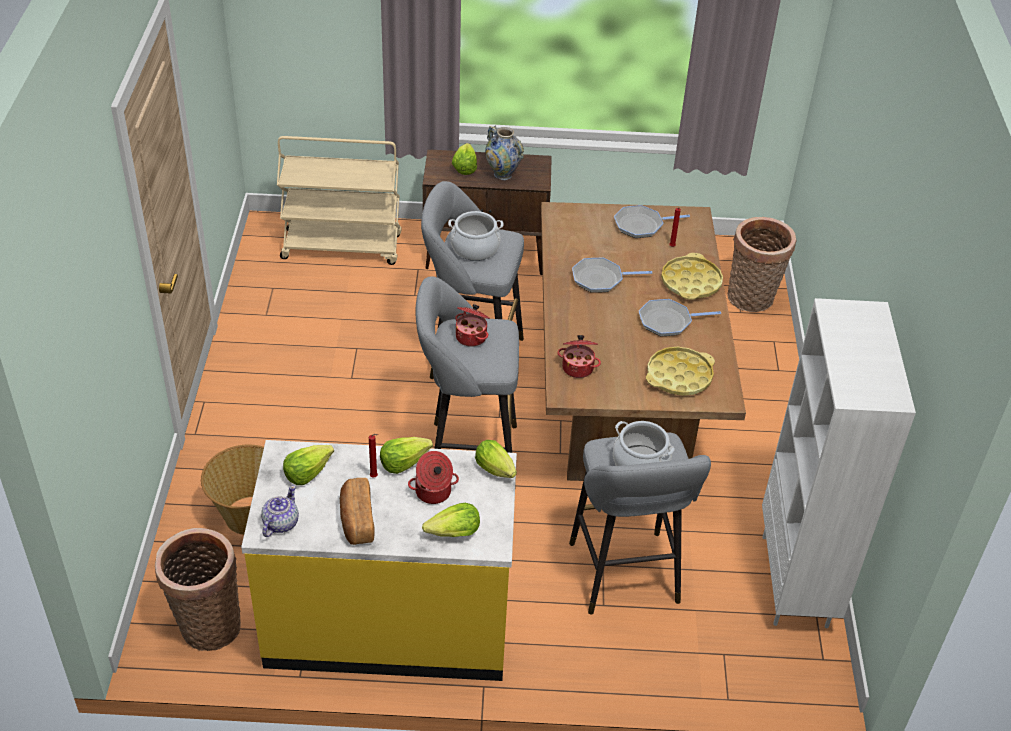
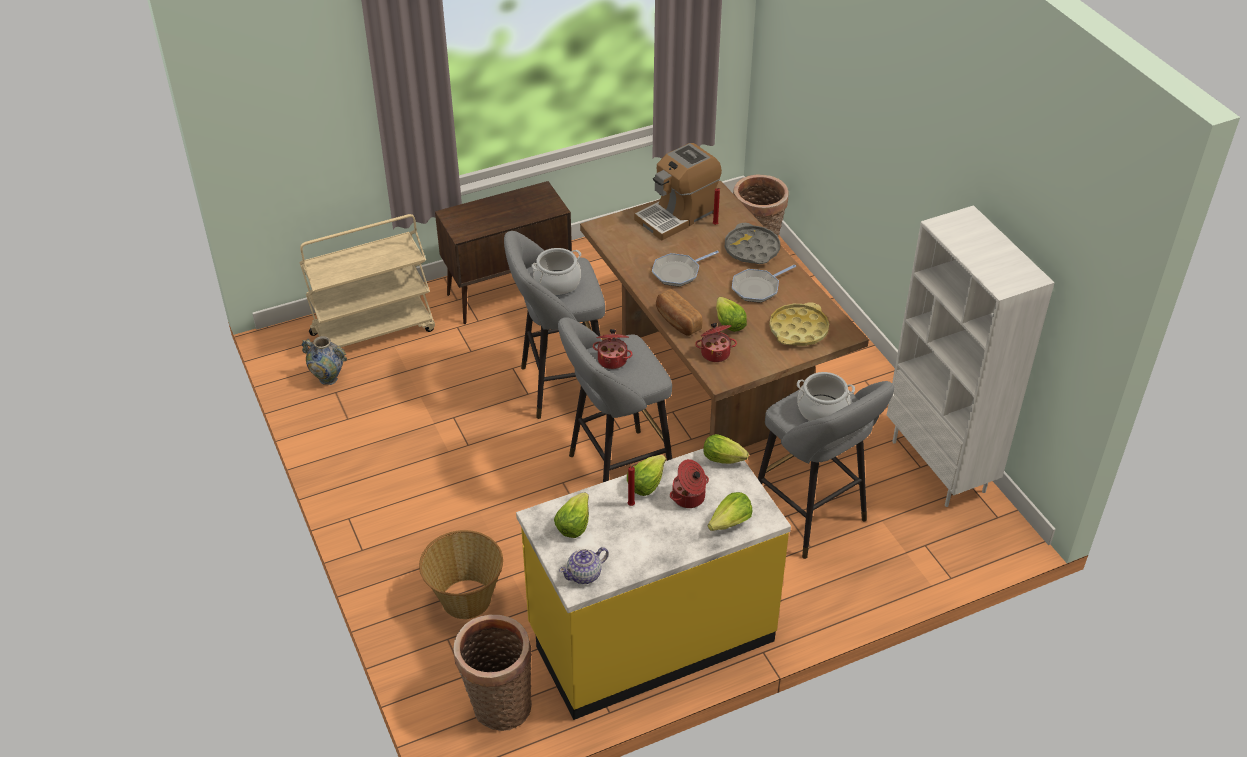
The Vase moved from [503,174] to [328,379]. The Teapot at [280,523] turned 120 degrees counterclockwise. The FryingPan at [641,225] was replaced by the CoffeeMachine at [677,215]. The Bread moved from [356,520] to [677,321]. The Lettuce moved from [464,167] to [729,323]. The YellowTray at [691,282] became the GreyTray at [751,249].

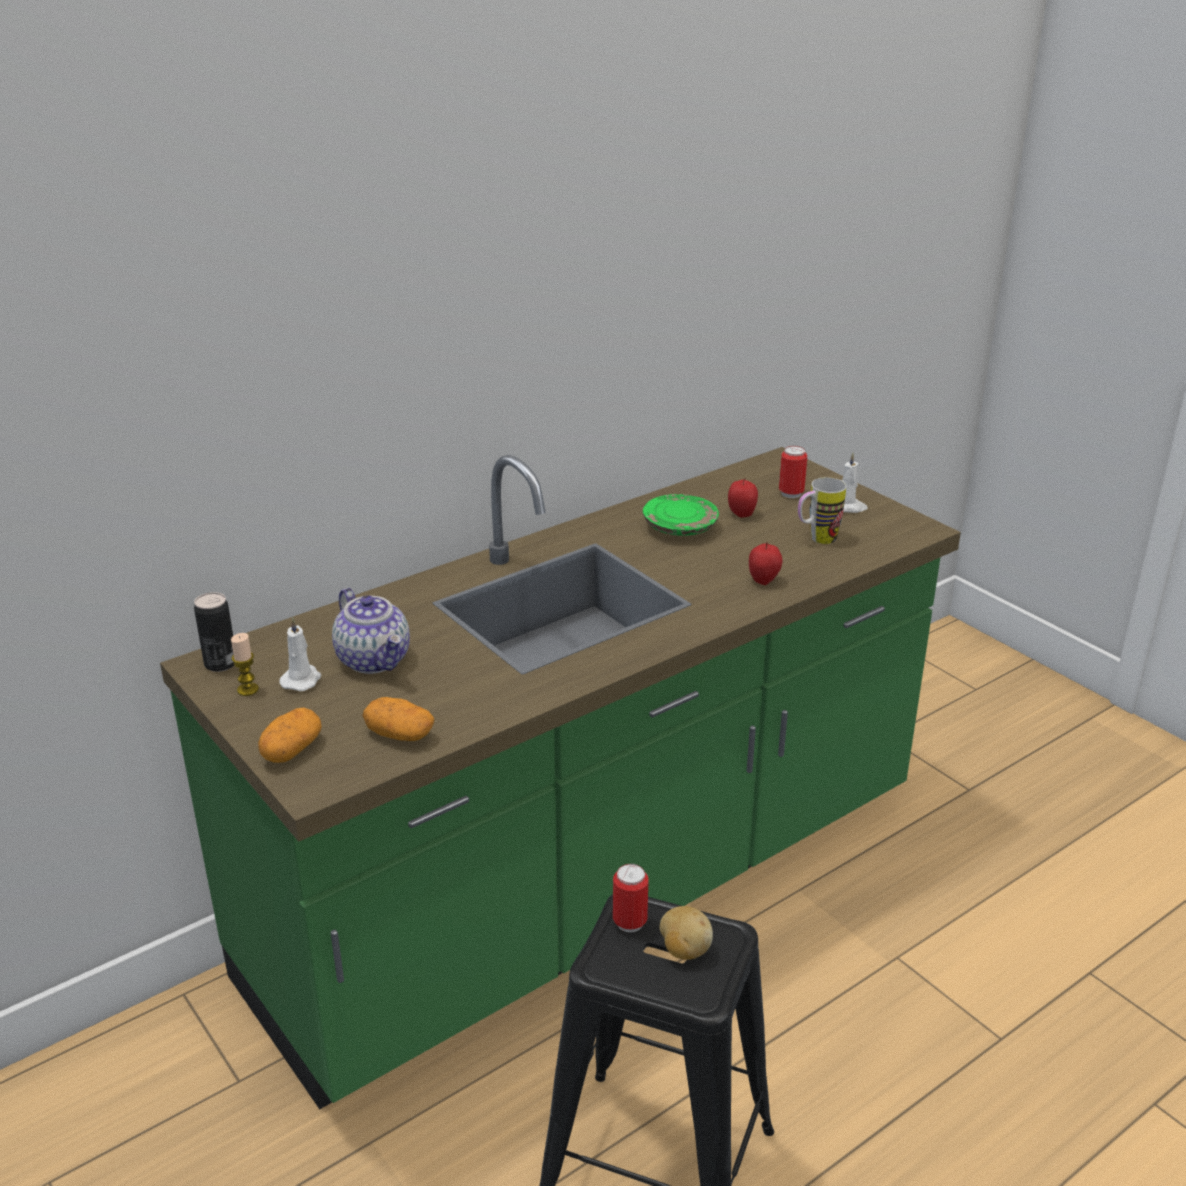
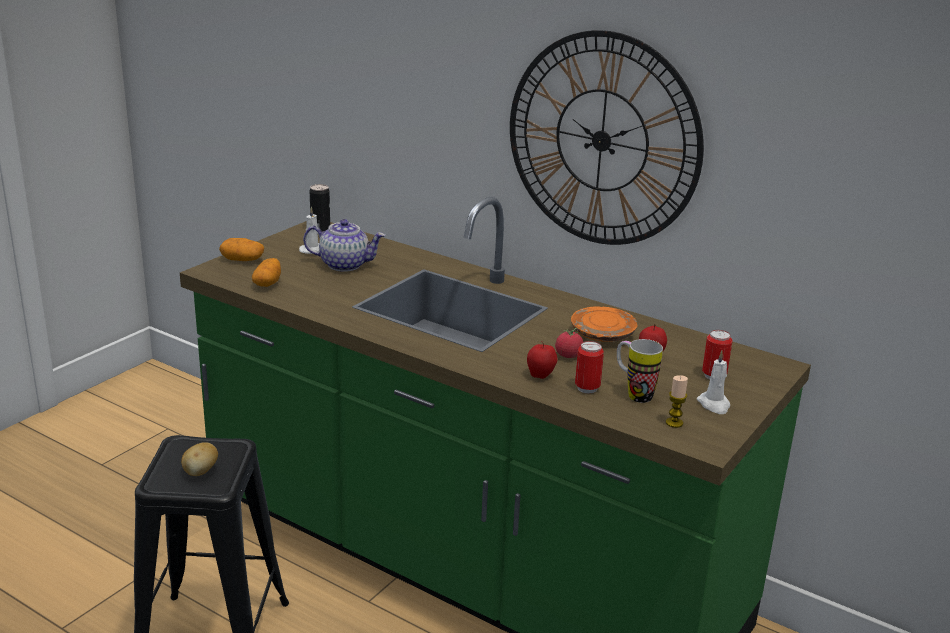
The Teapot at [375,660] turned 120 degrees counterclockwise. The WallClock at [602,140] appeared. The Tomato at [568,355] appeared. The GreenPlate at [680,527] became the OrangePlate at [603,335]. The Can moved from [630,922] to [587,388]. The Candle moved from [248,690] to [674,423].

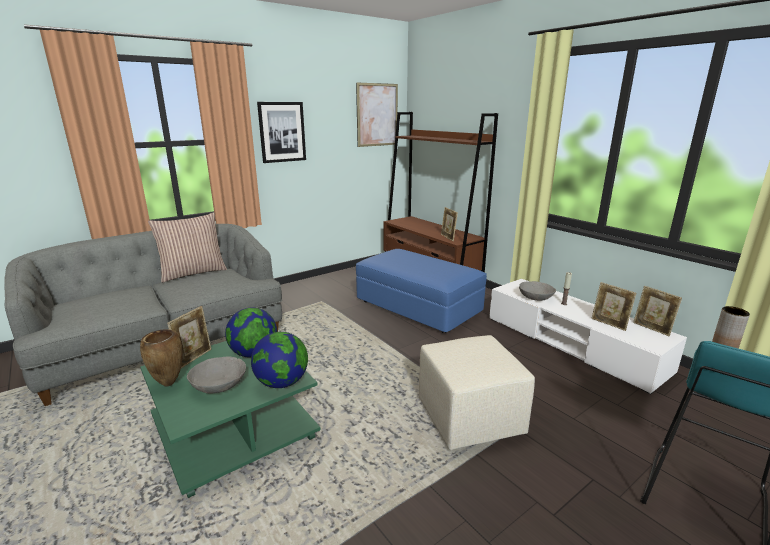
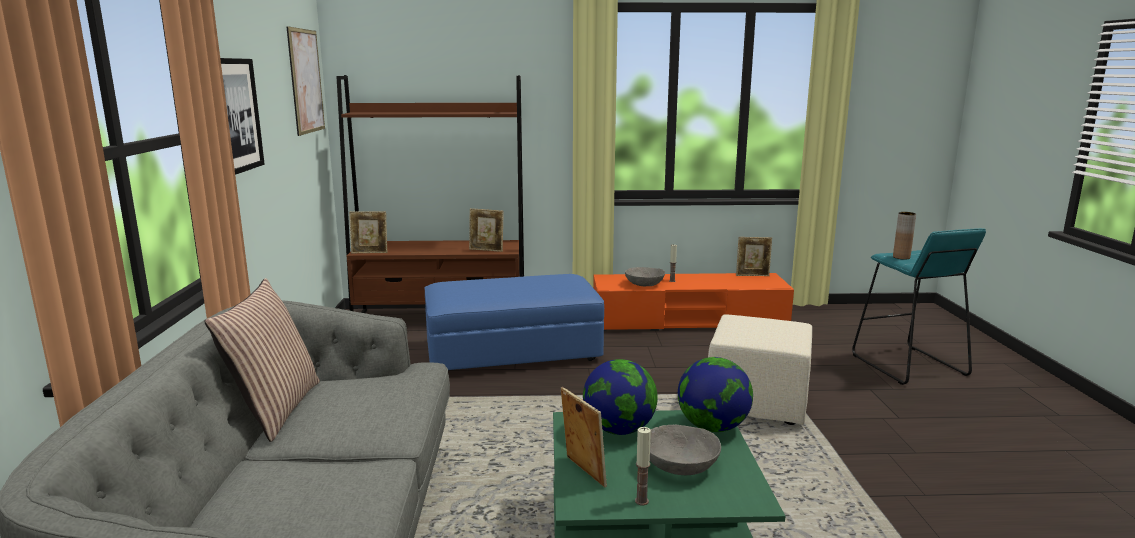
The PictureFrame moved from [609,324] to [370,252]. The WhiteTvStand at [572,344] became the OrangeTvStand at [688,321]. The BrownVase at [168,384] was replaced by the Candle at [641,501].

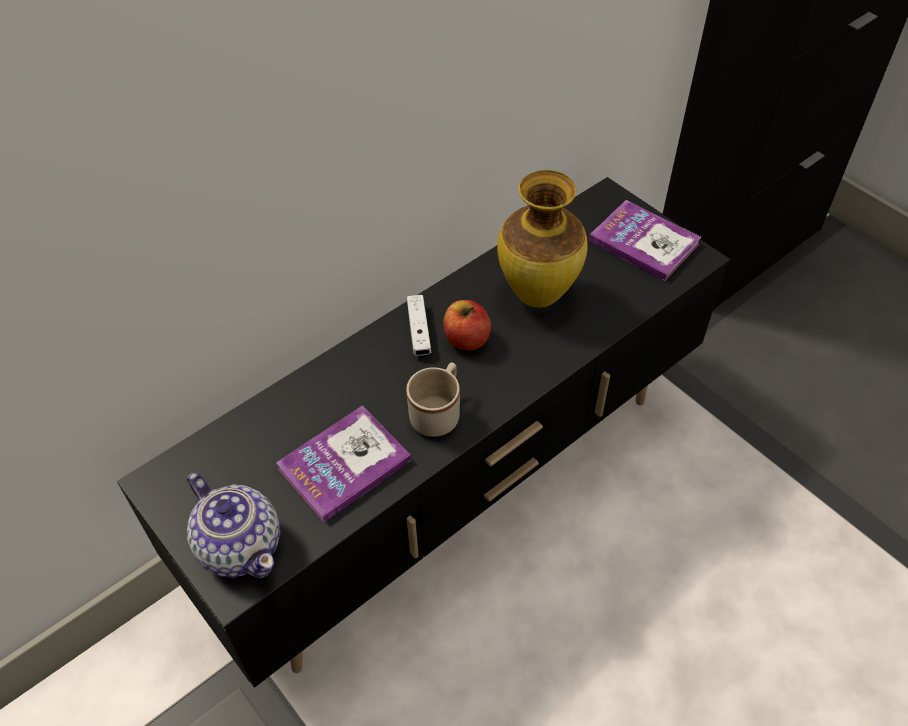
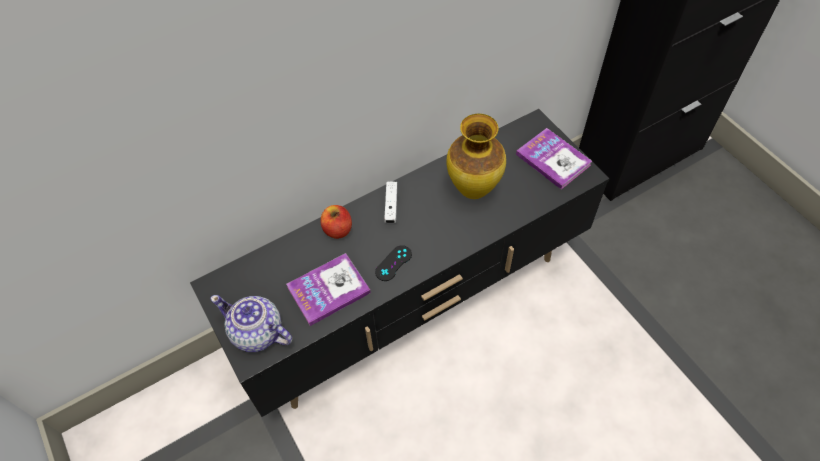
The Teapot at [240,545] turned 150 degrees clockwise. The Apple moved from [466,339] to [337,229]. The BeigeMug at [438,413] was replaced by the BlackGameController at [393,263].

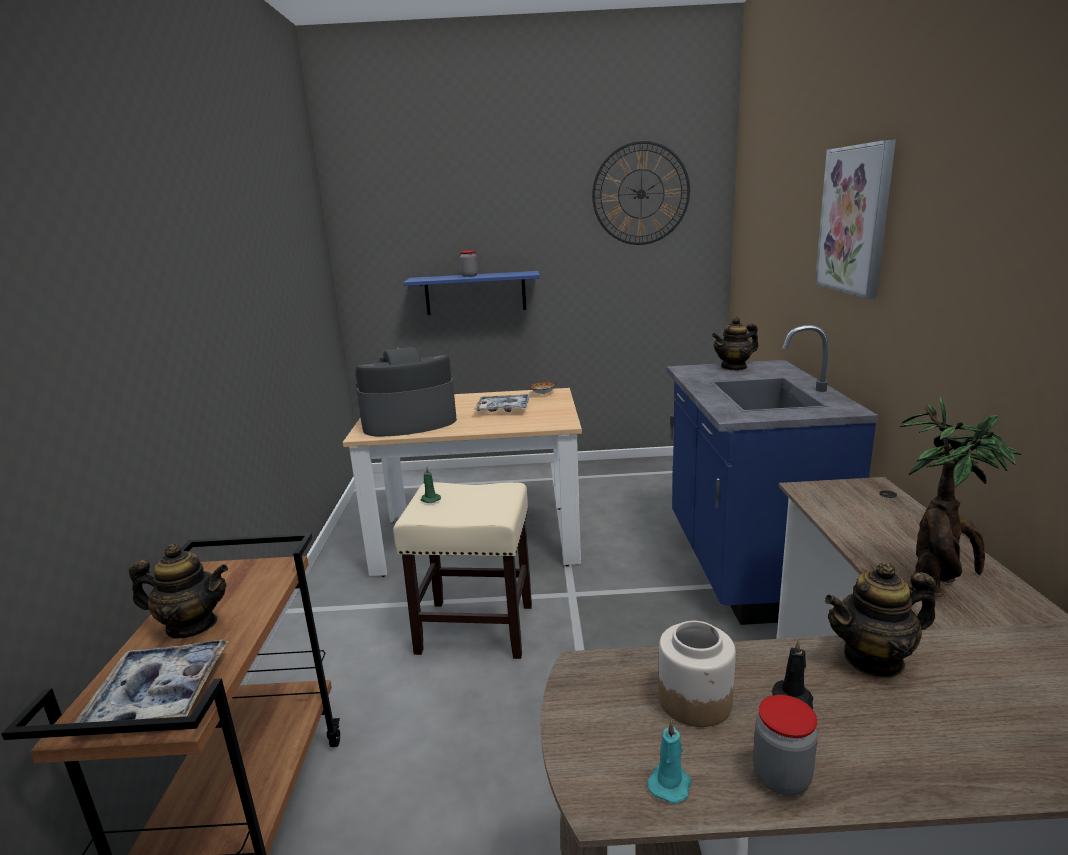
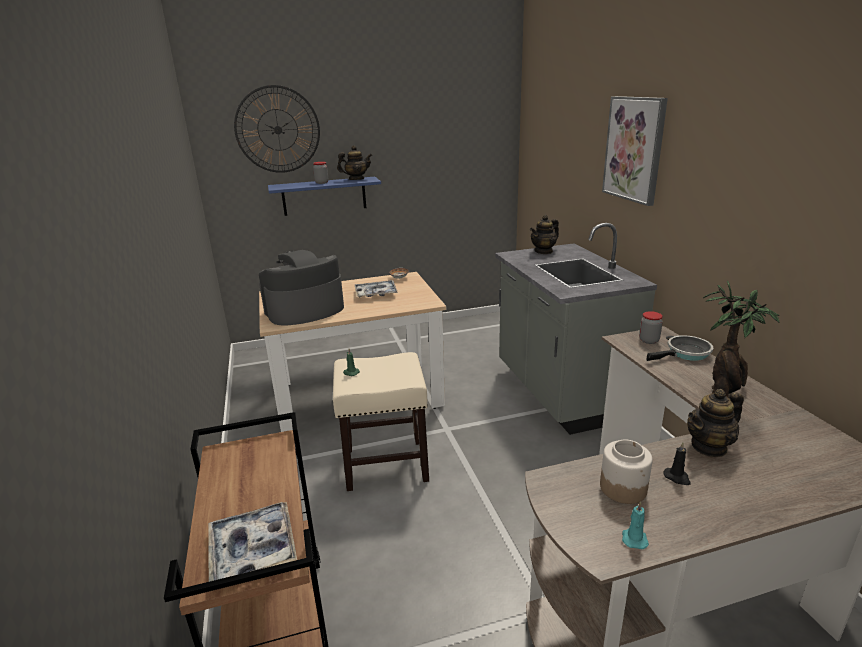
The WallClock moved from [641,194] to [277,130]. The Teapot moved from [192,625] to [356,179]. The BlueCounter at [745,566] became the GreyCounter at [559,393]. The Jar moved from [781,777] to [649,340]. The FryingPan at [685,353] appeared.

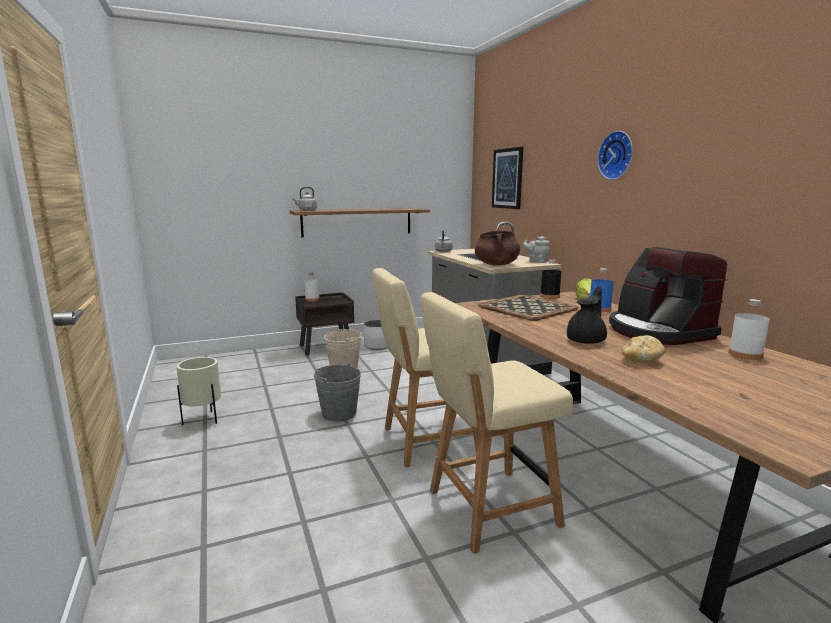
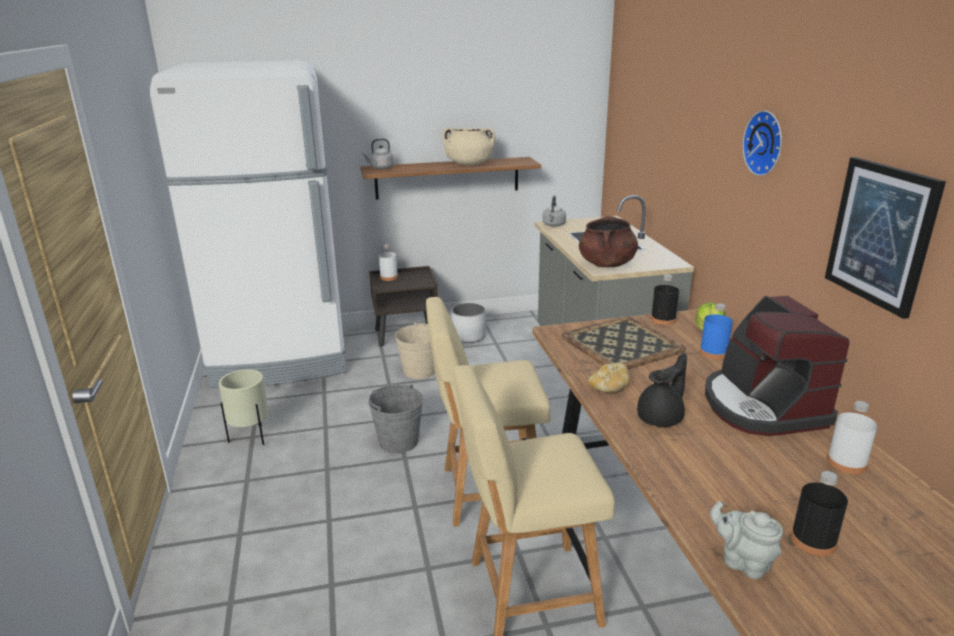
The WhiteFridge at [281,360] appeared. The BeigeCookingPot at [469,164] appeared. The Bread moved from [641,360] to [609,388]. The GreyTeapot moved from [536,261] to [742,562]. The BlackBottle at [813,541] appeared. The Picture moved from [507,178] to [881,234].

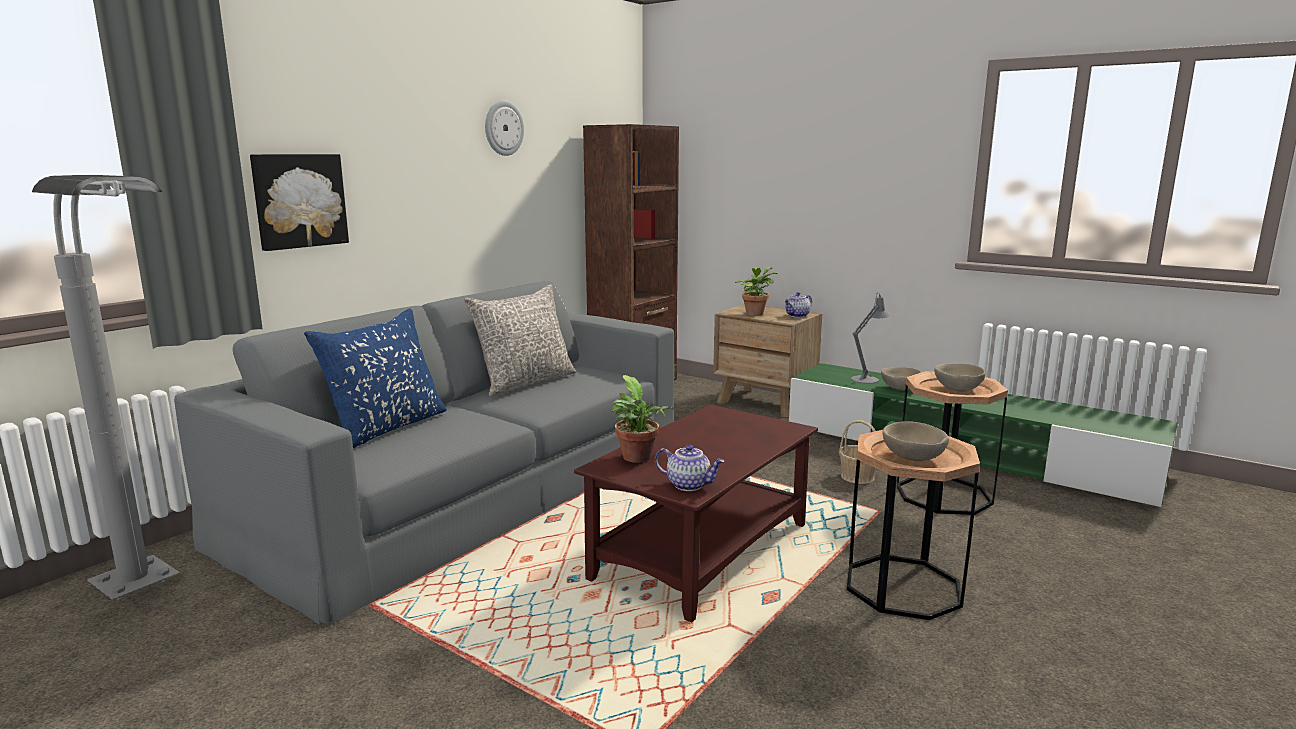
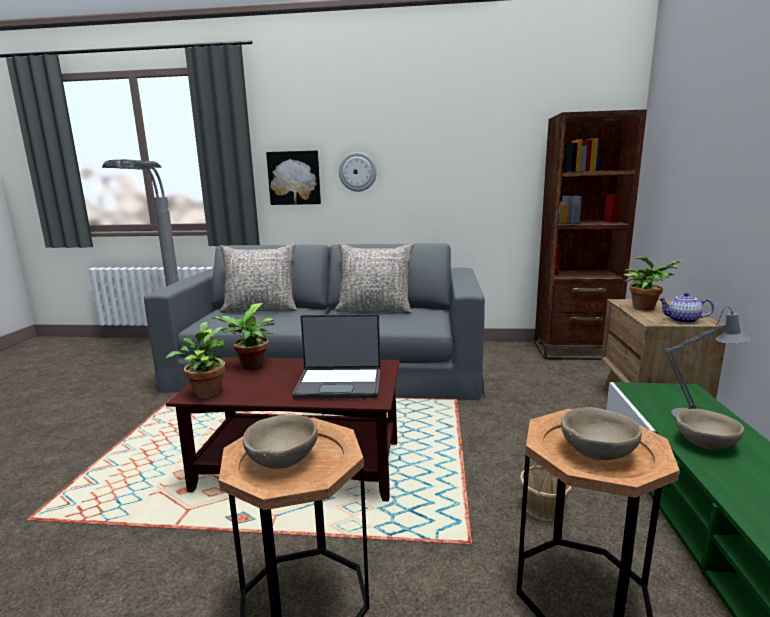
The Teapot at [689,485] was replaced by the PottedPlant at [207,391]. The BluePillow at [386,427] became the GreyPillow at [261,309]. The Laptop at [339,384] appeared. The WallClock moved from [503,128] to [357,172].

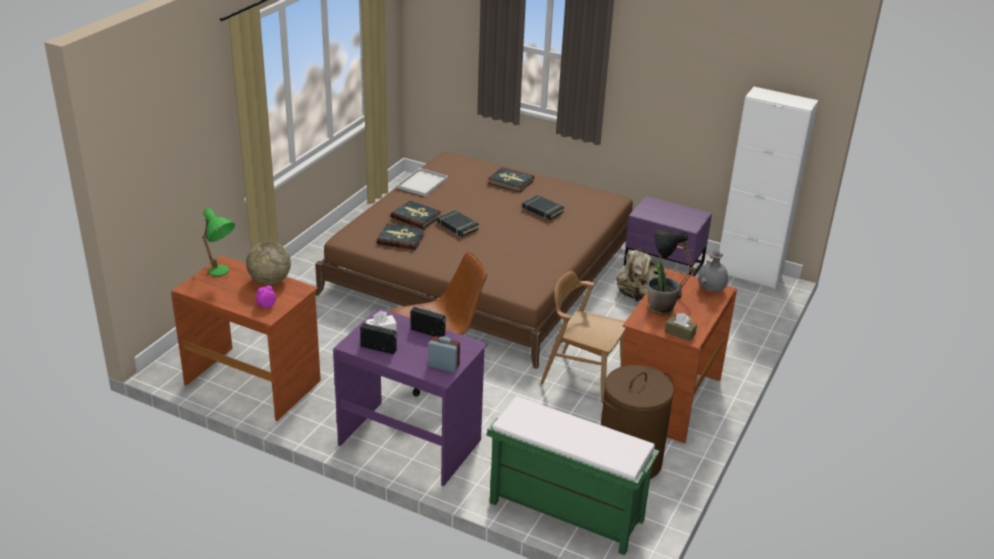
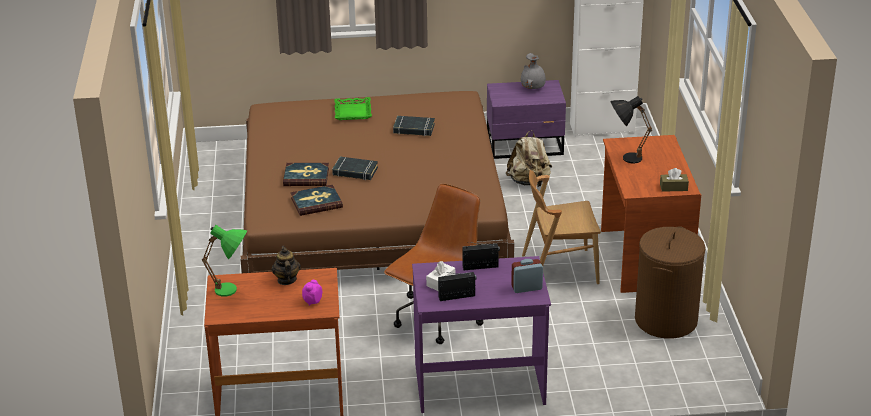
The Globe at [270,281] was replaced by the Teapot at [286,280]. The Book at [510,181] was replaced by the GreenTray at [353,112]. The GreyVase moved from [711,289] to [533,88]. The WhiteTray at [422,183] disappeared. The GreenBench at [564,511] disappeared. The PottedPlant at [660,308] disappeared.

